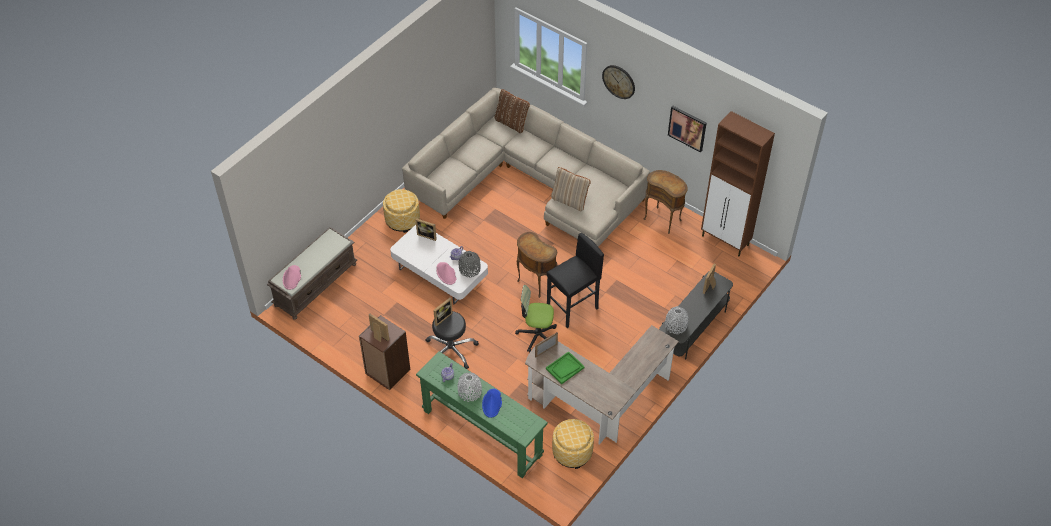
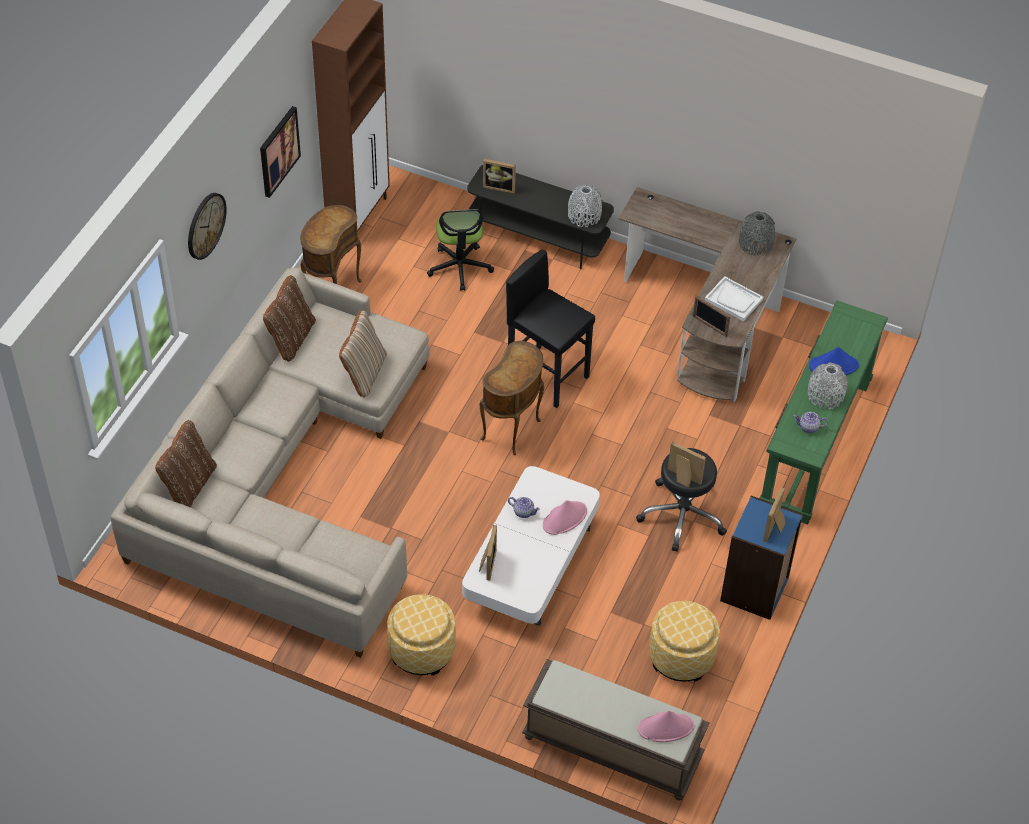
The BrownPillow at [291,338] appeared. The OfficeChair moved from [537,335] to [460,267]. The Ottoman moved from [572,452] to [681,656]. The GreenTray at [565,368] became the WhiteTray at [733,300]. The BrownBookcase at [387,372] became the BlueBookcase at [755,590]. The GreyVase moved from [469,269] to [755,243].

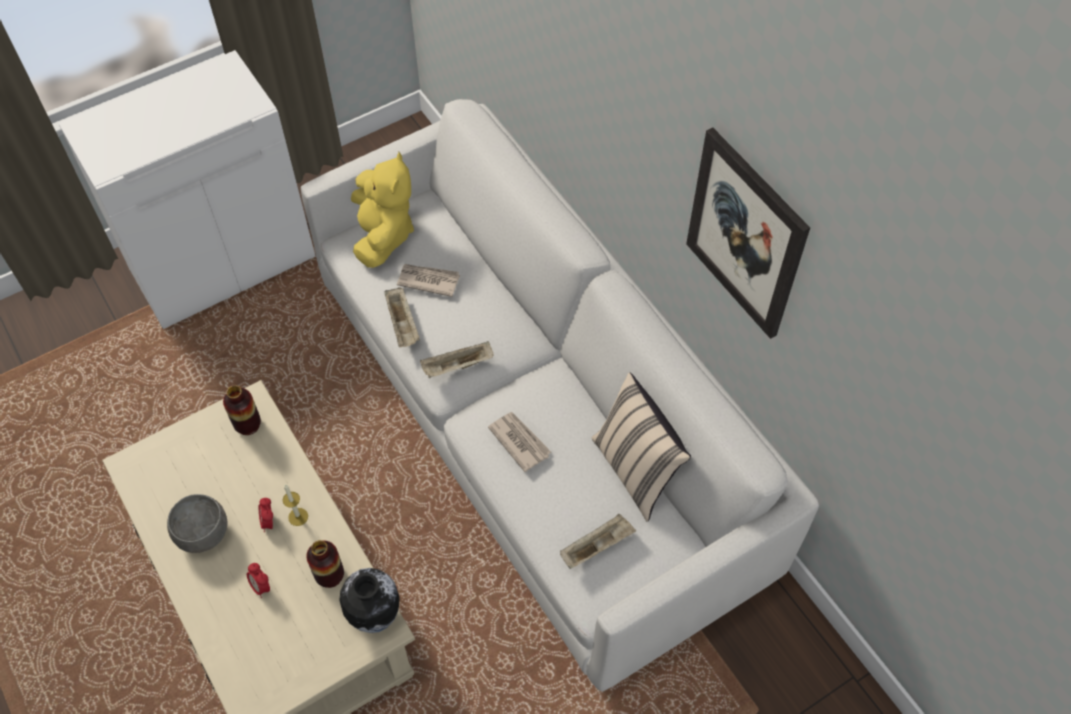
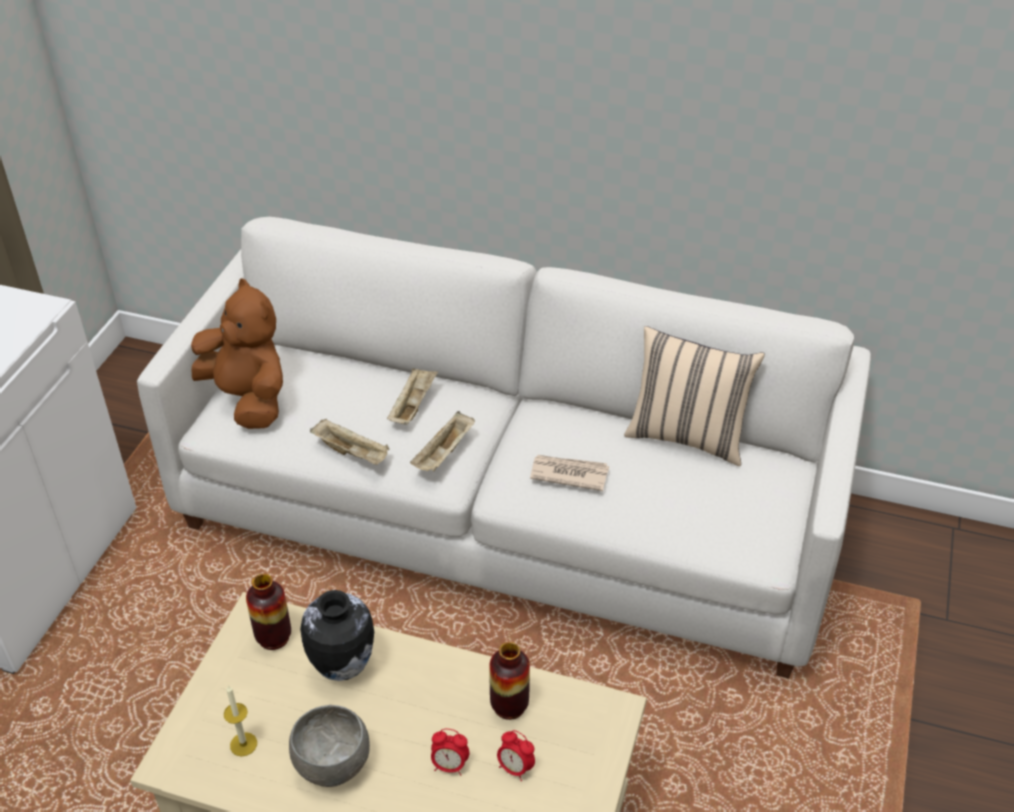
The YellowPlushToy at [382,234] became the BrownPlushToy at [246,399]. The Candle moved from [298,517] to [243,744]. The Vase moved from [374,616] to [341,668]. The BeigeTray moved from [597,546] to [413,405]. The AlarmClock moved from [269,522] to [515,768]. The Newspaper at [428,280] disappeared. The Picture at [745,235] disappeared.

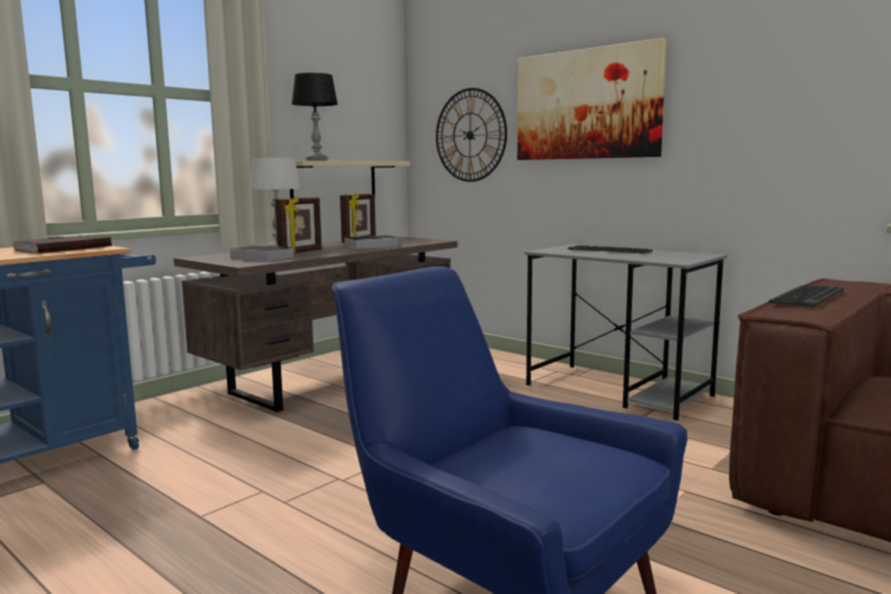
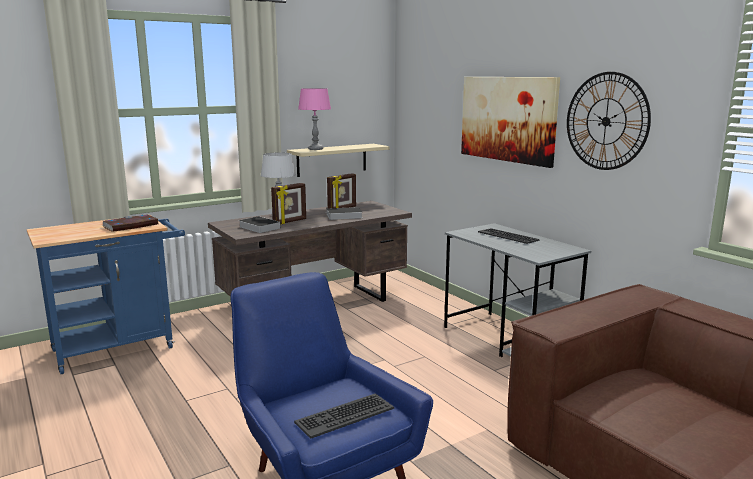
The Keyboard moved from [806,296] to [344,415]. The BlackTableLamp at [317,160] became the PinkTableLamp at [315,149]. The WallClock moved from [470,135] to [606,121].

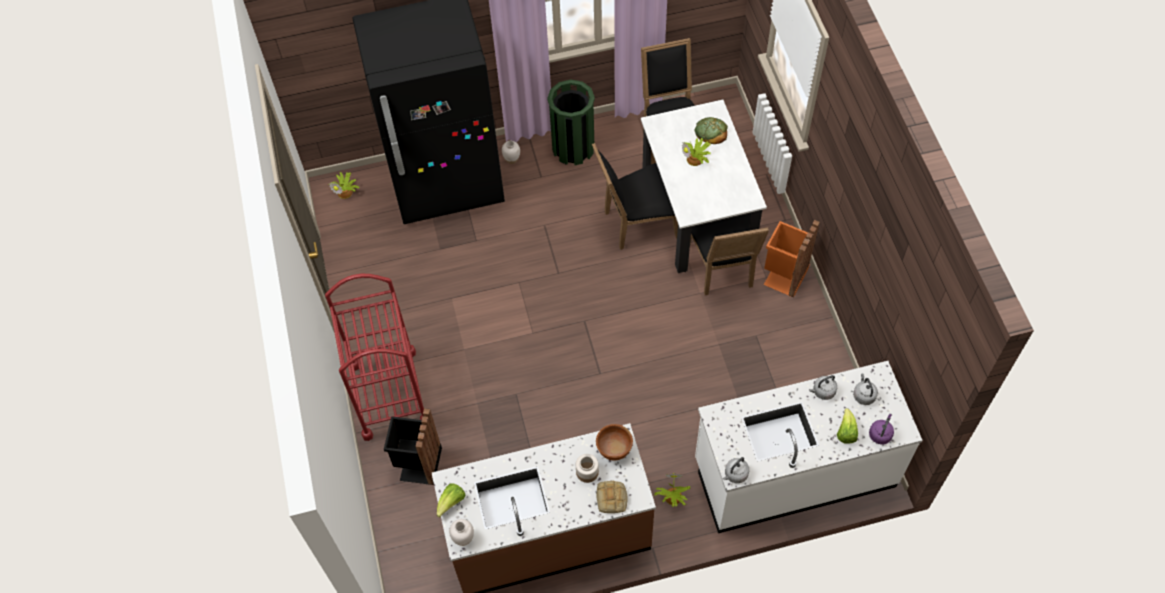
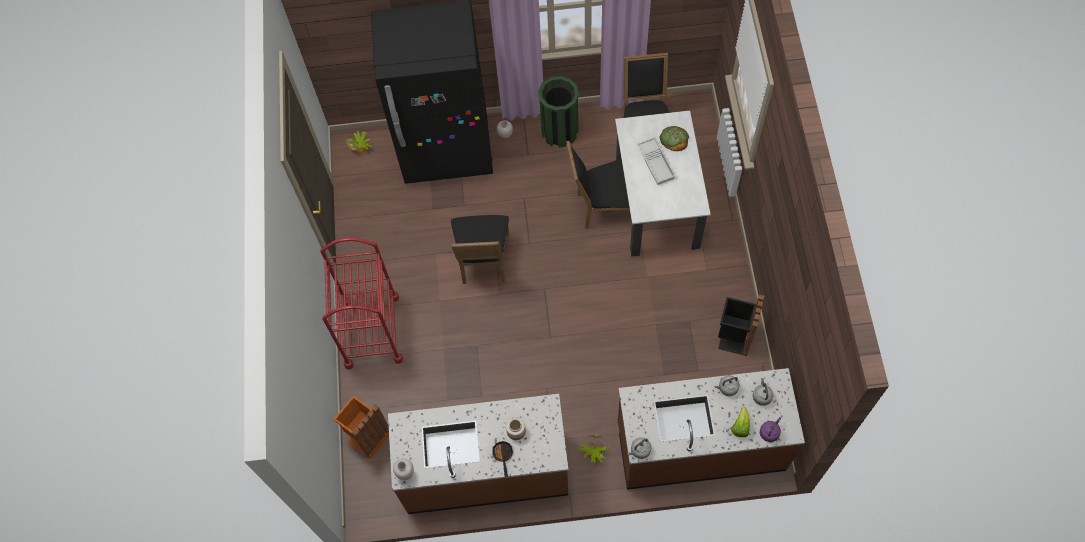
The OrangeTrashCan moved from [783,276] to [367,436]. The BlackChair moved from [722,269] to [483,262]. The FryingPan at [503,456] appeared. The WhiteCounter at [794,472] became the BrownCounter at [700,446]. The PottedPlant at [696,159] was replaced by the WhiteTray at [656,163]. The BlackTrashCan moved from [418,464] to [733,337]. The Lettuce at [451,502] disappeared. The BrownBowl at [614,449] disappeared. The Bread at [612,499] disappeared.

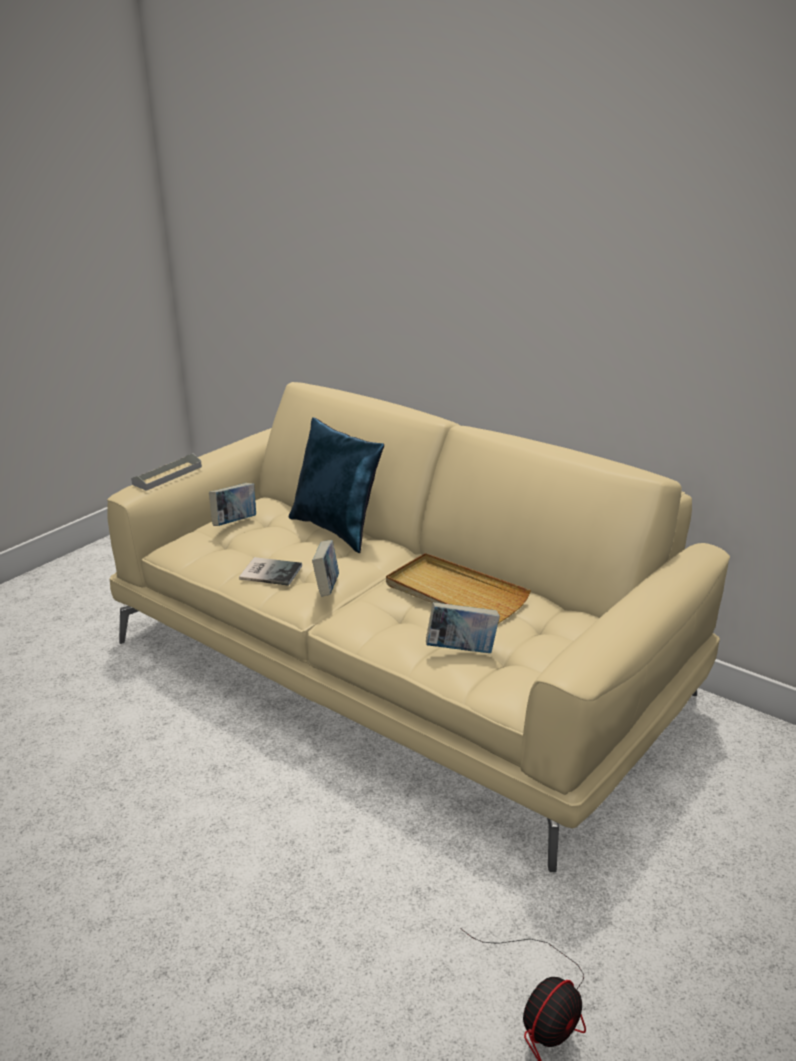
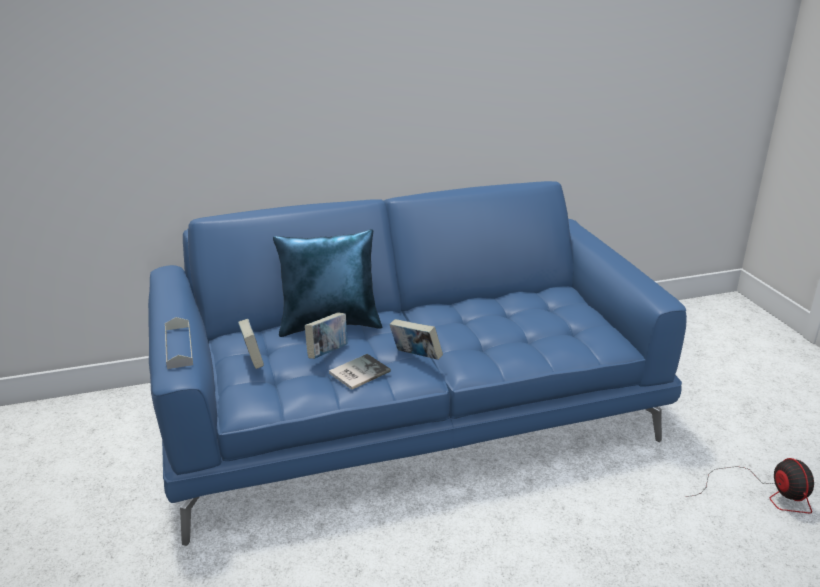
The BeigeSofa at [399,669] became the BlueSofa at [409,411]. The Book moved from [461,650] to [328,353]. The BeigeTray at [455,594] disappeared.

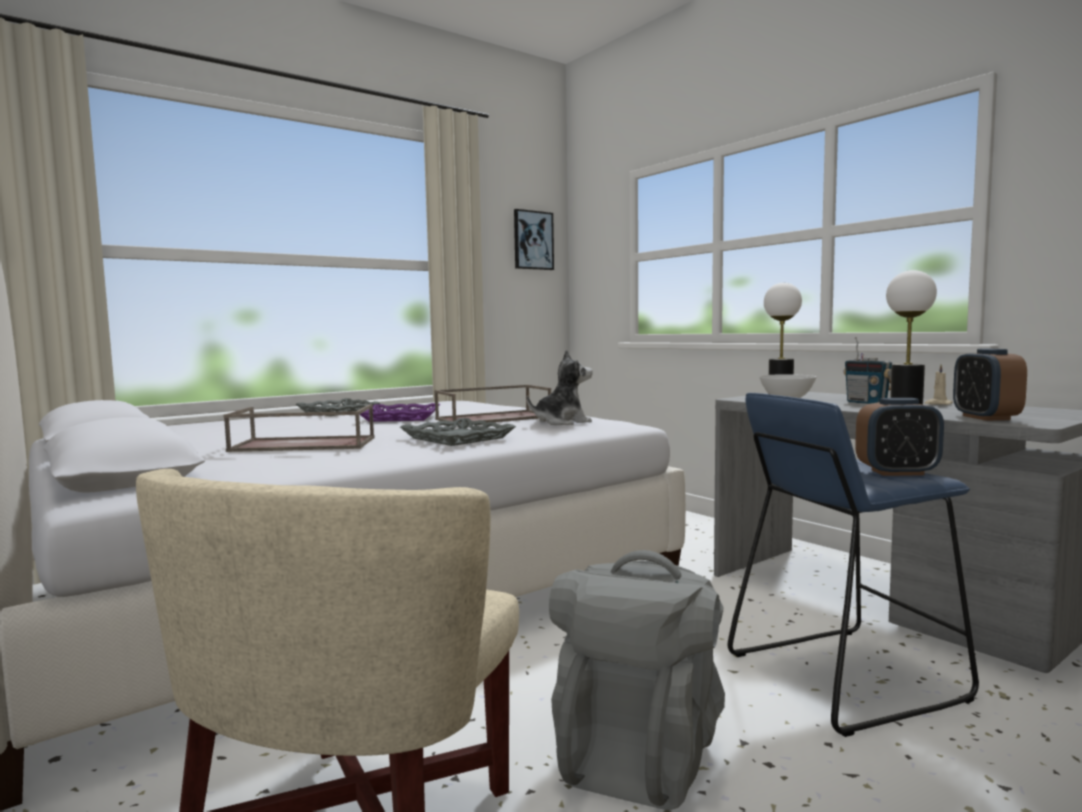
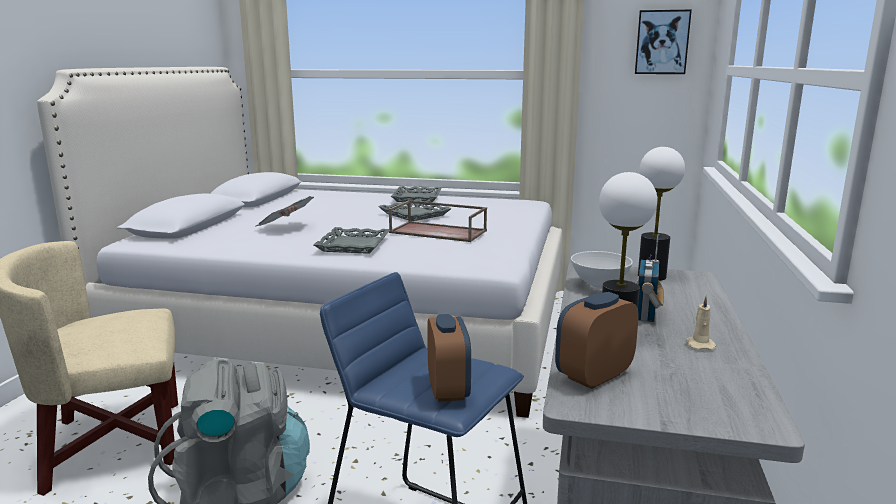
The BrownTray at [302,445] was replaced by the Newspaper at [285,227]. The PurpleTray at [401,417] became the GreyTray at [415,214]. The AlarmClock at [897,472] turned 150 degrees counterclockwise. The PlushToy at [562,422] disappeared.

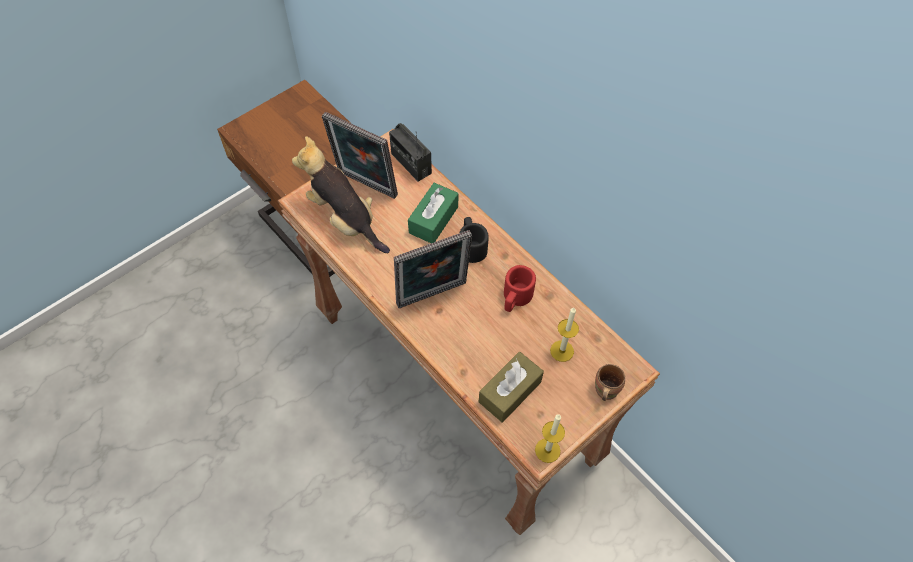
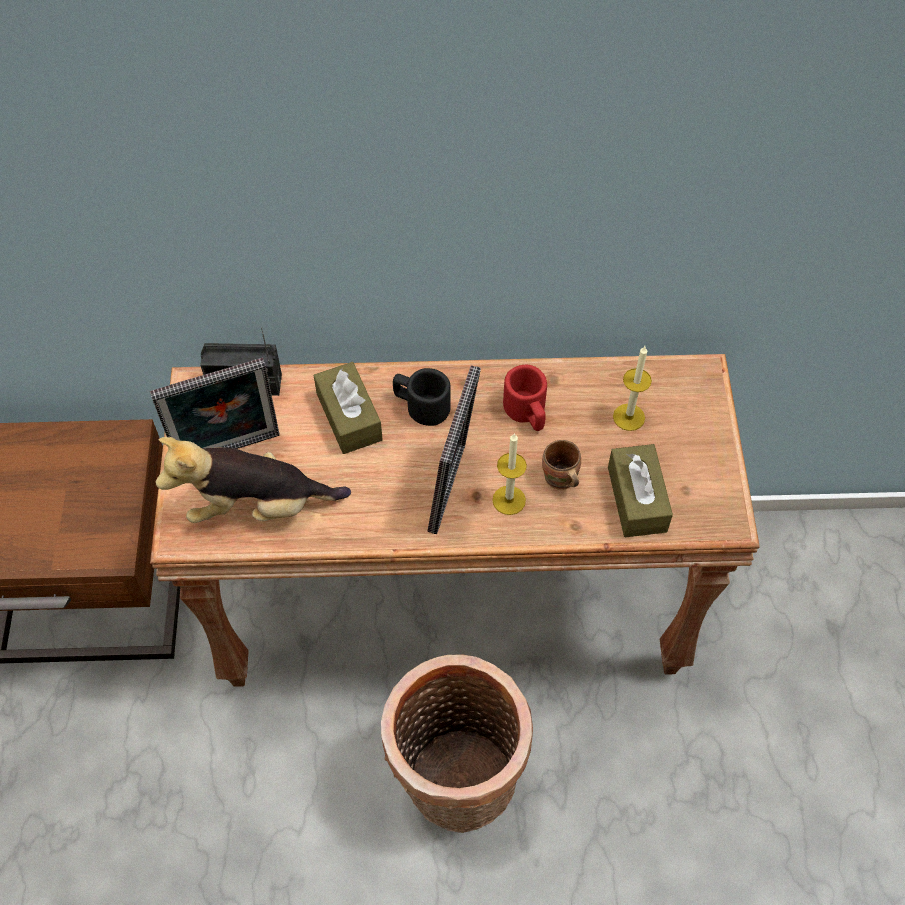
The GreenTissueBox at [433,220] became the BrownTissueBox at [349,417]. The Basket at [456,786] appeared. The Candle moved from [547,450] to [509,500]. The BrownMug moved from [604,391] to [559,480].

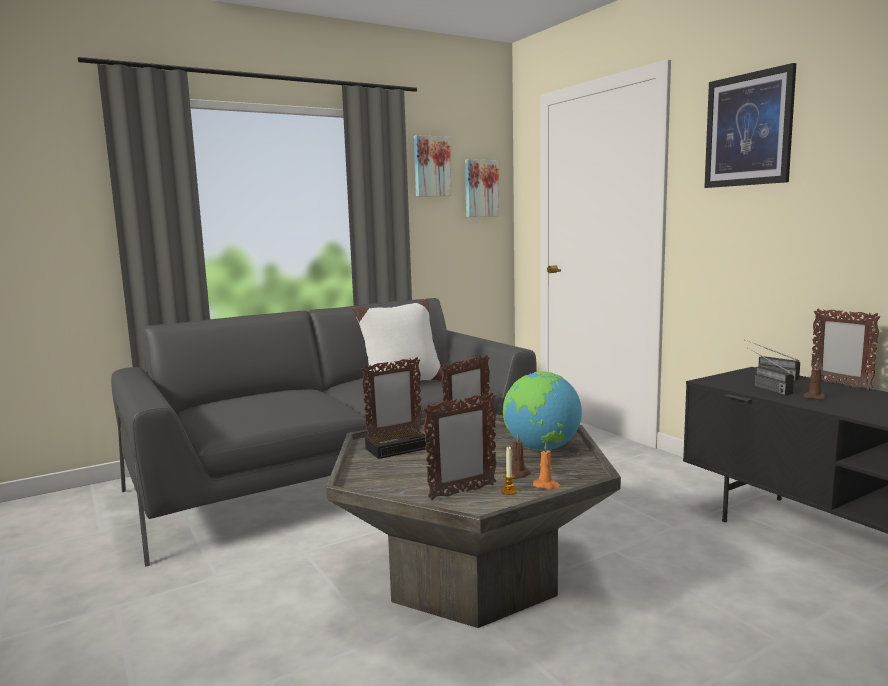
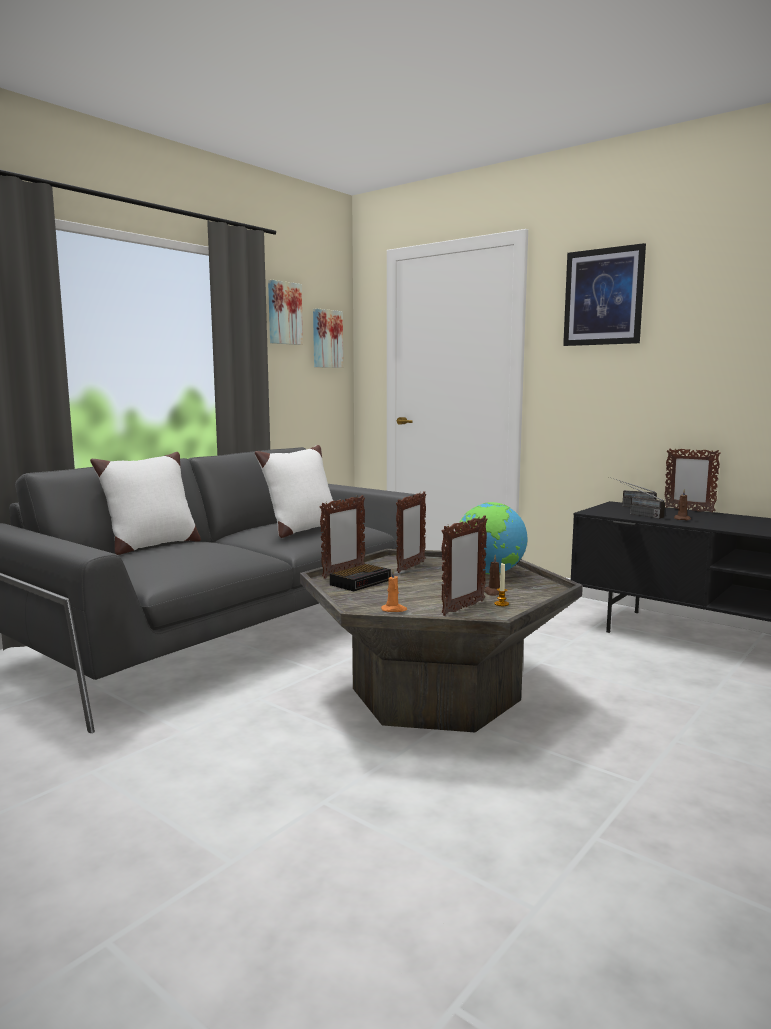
The WhitePillow at [151,546] appeared. The OrangeCandle moved from [547,485] to [394,609].

